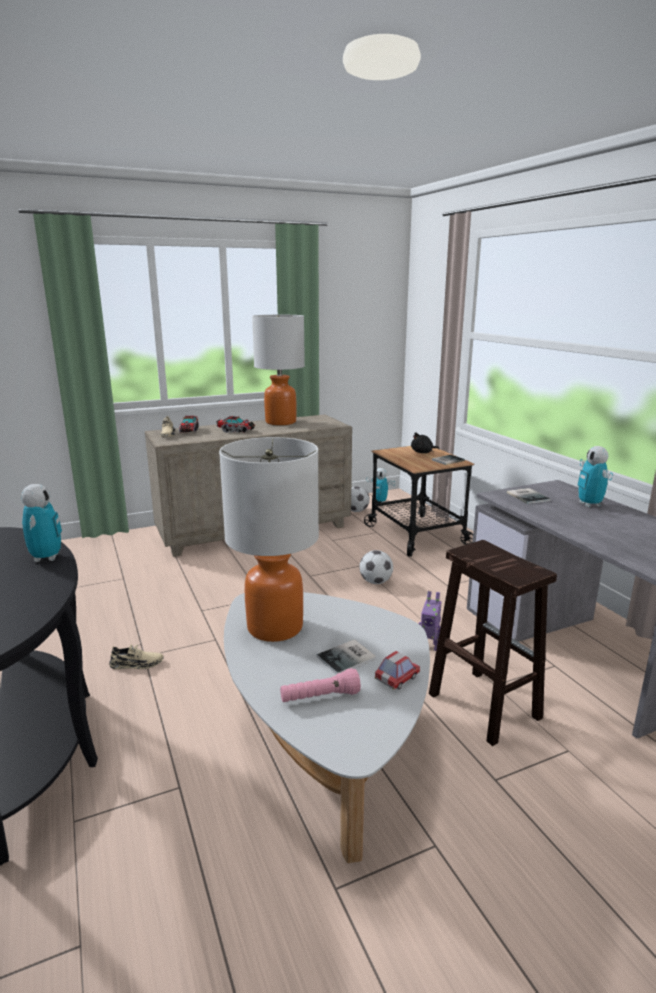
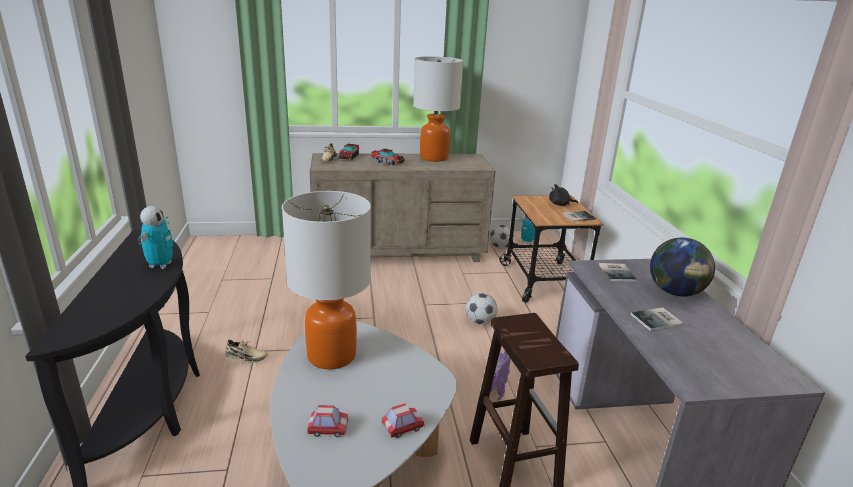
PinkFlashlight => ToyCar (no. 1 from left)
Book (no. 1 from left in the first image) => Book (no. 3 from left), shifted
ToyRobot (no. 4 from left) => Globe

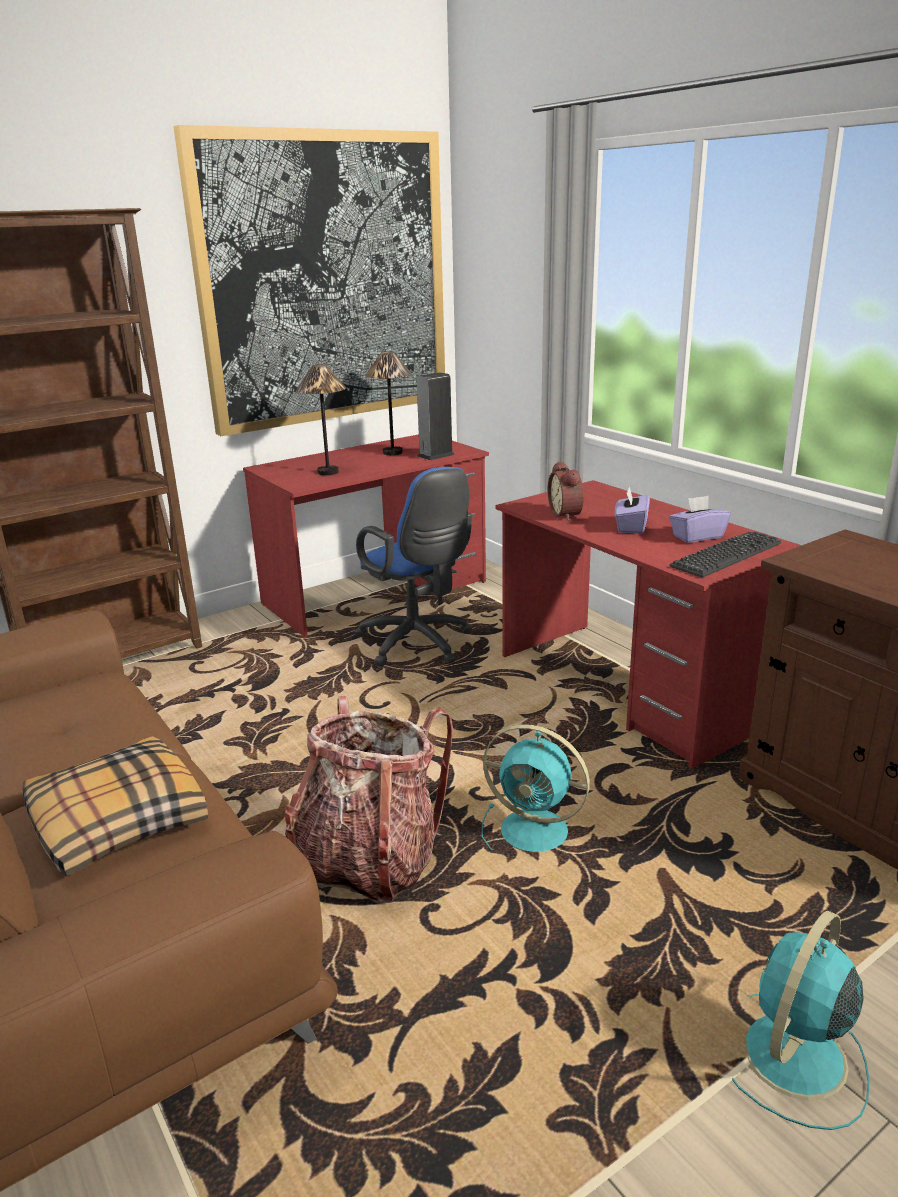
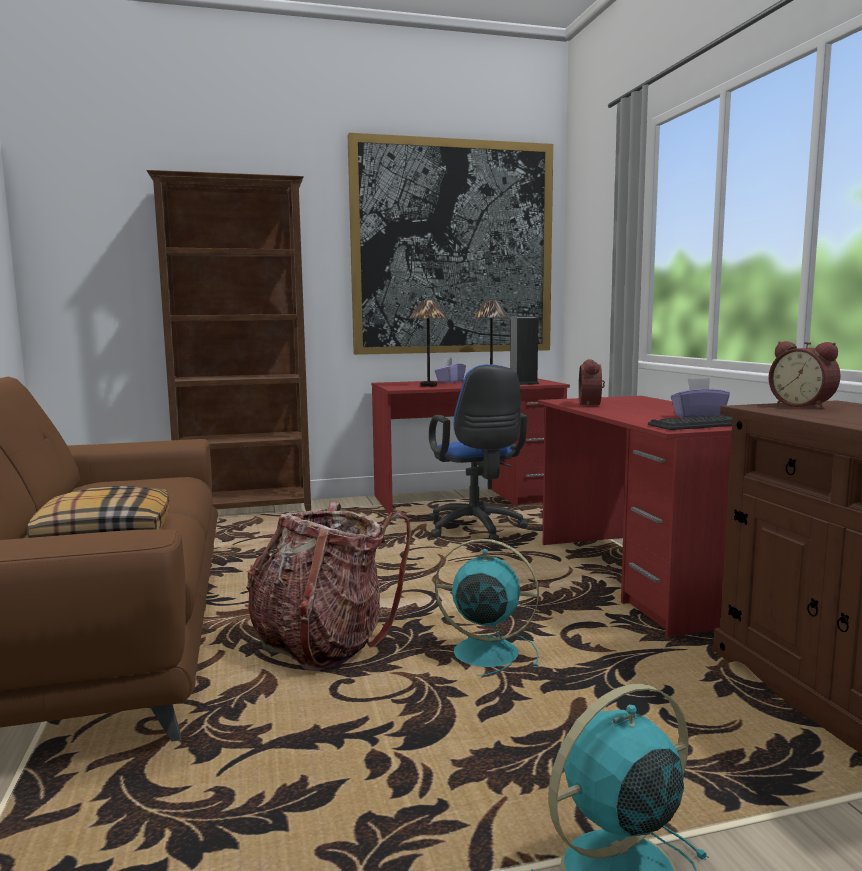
TurquoiseFan (no. 1 from left), 150 degrees clockwise
PurpleTissueBox (no. 1 from left), shifted
nothing => AlarmClock (no. 2 from left)

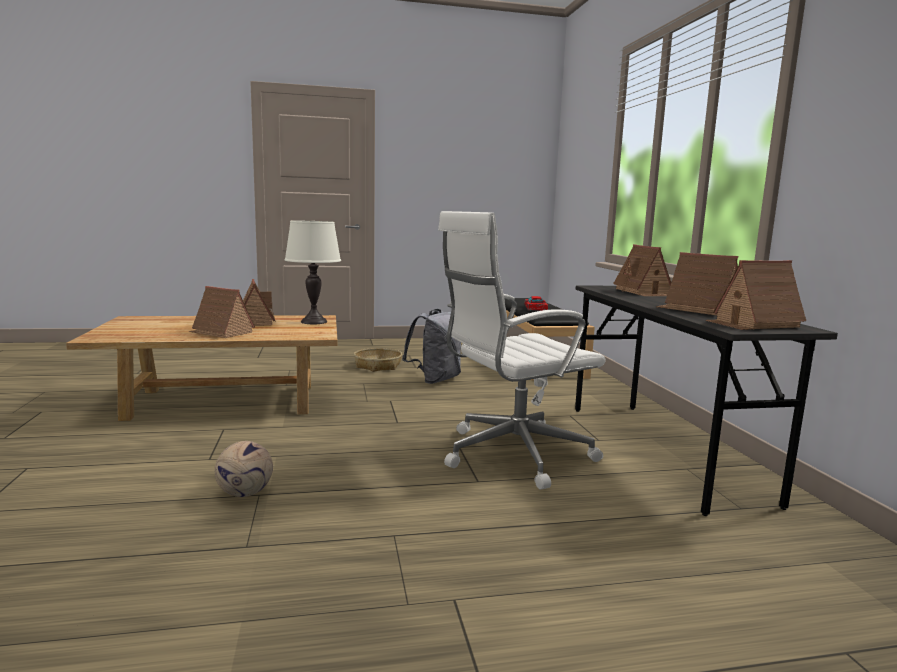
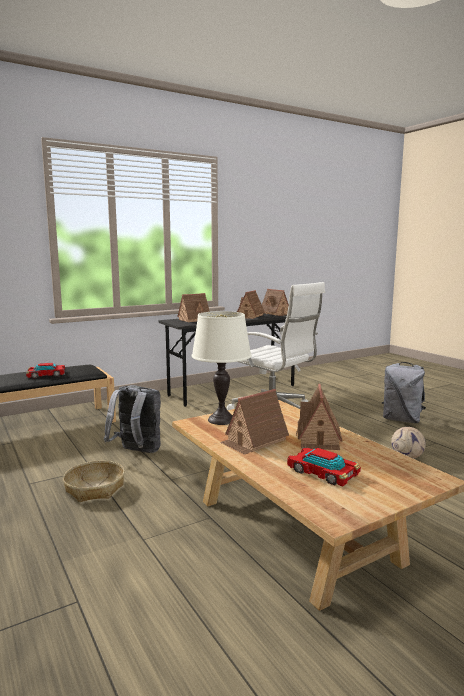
nothing => ToyCar (no. 2 from left)
nothing => GreyBackpack (no. 2 from left)

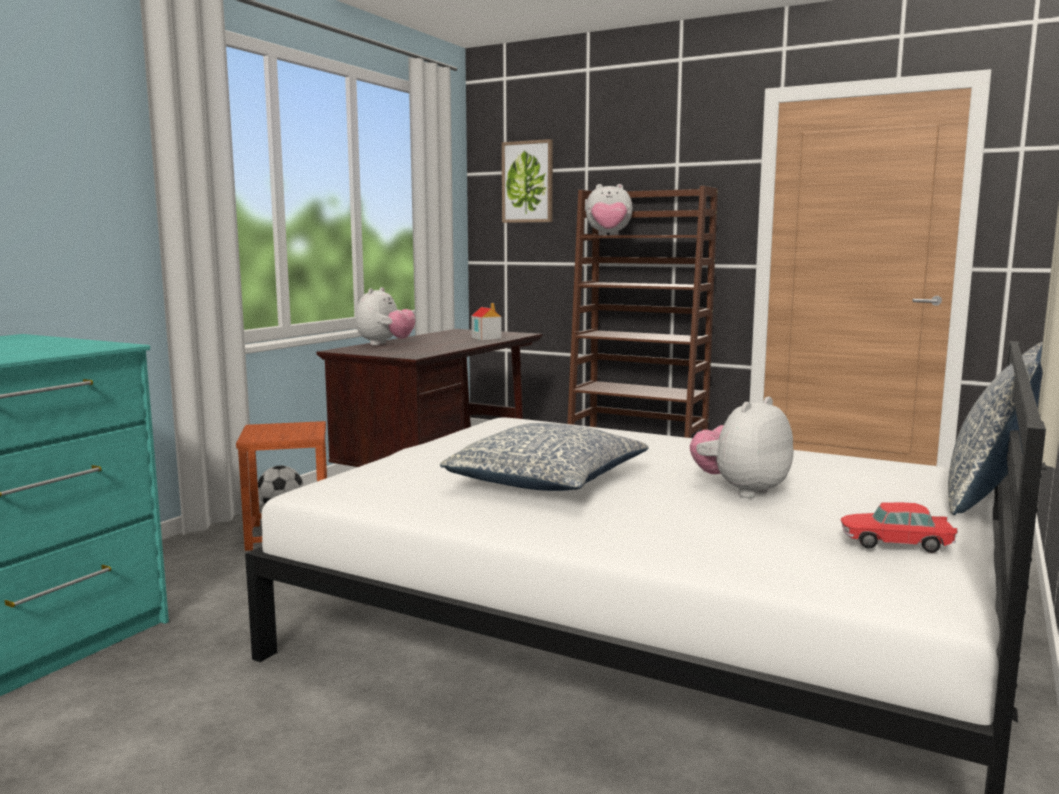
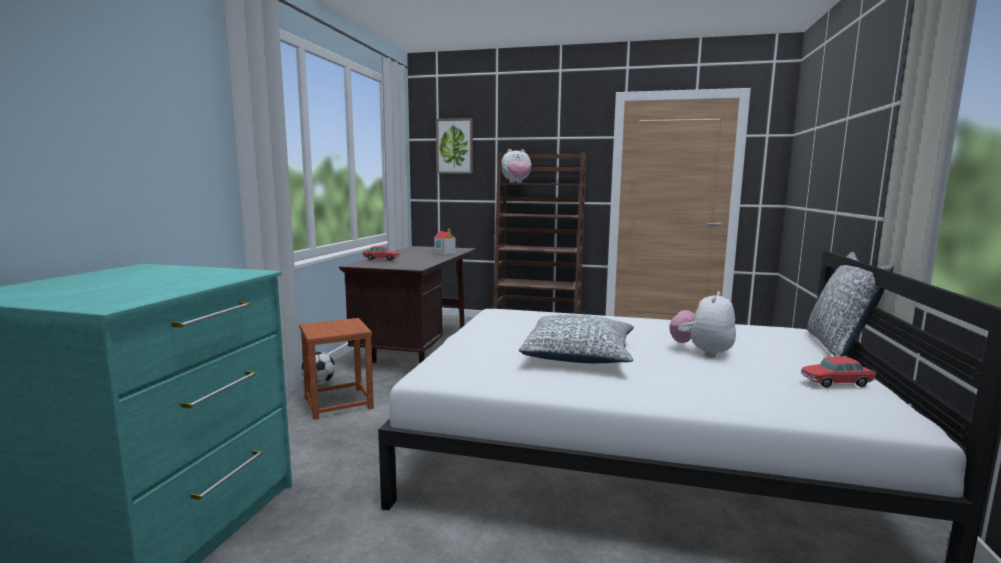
PlushToy (no. 1 from left) => ToyCar (no. 1 from left)

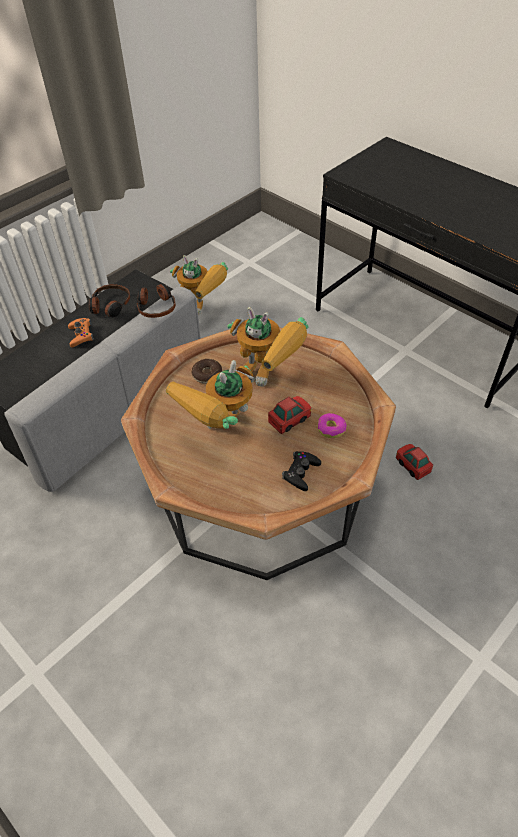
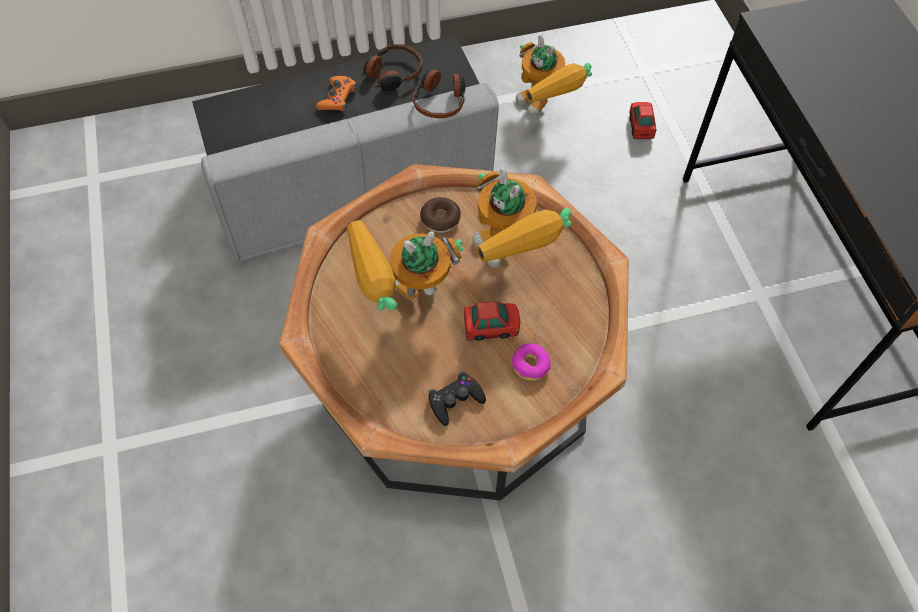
ToyCar (no. 2 from left), shifted

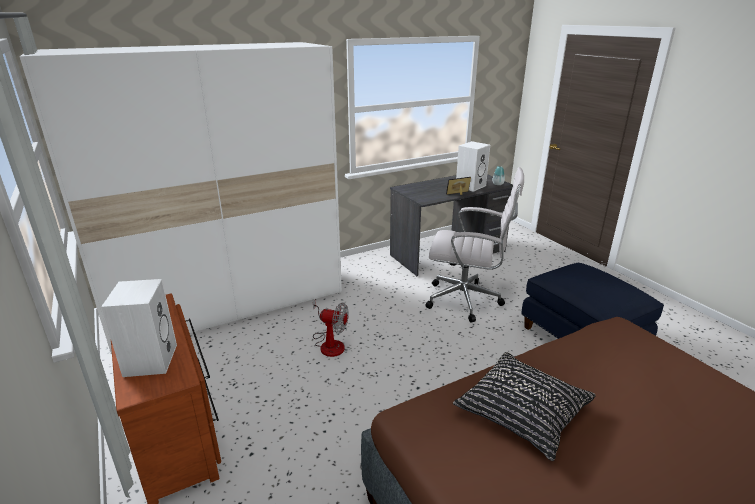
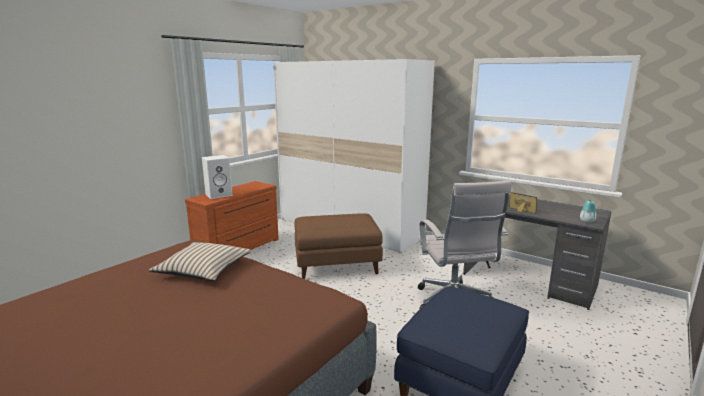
Fan => BrownOttoman
BlackPillow => BeigePillow
WhiteSpeaker (no. 2 from left) => nothing

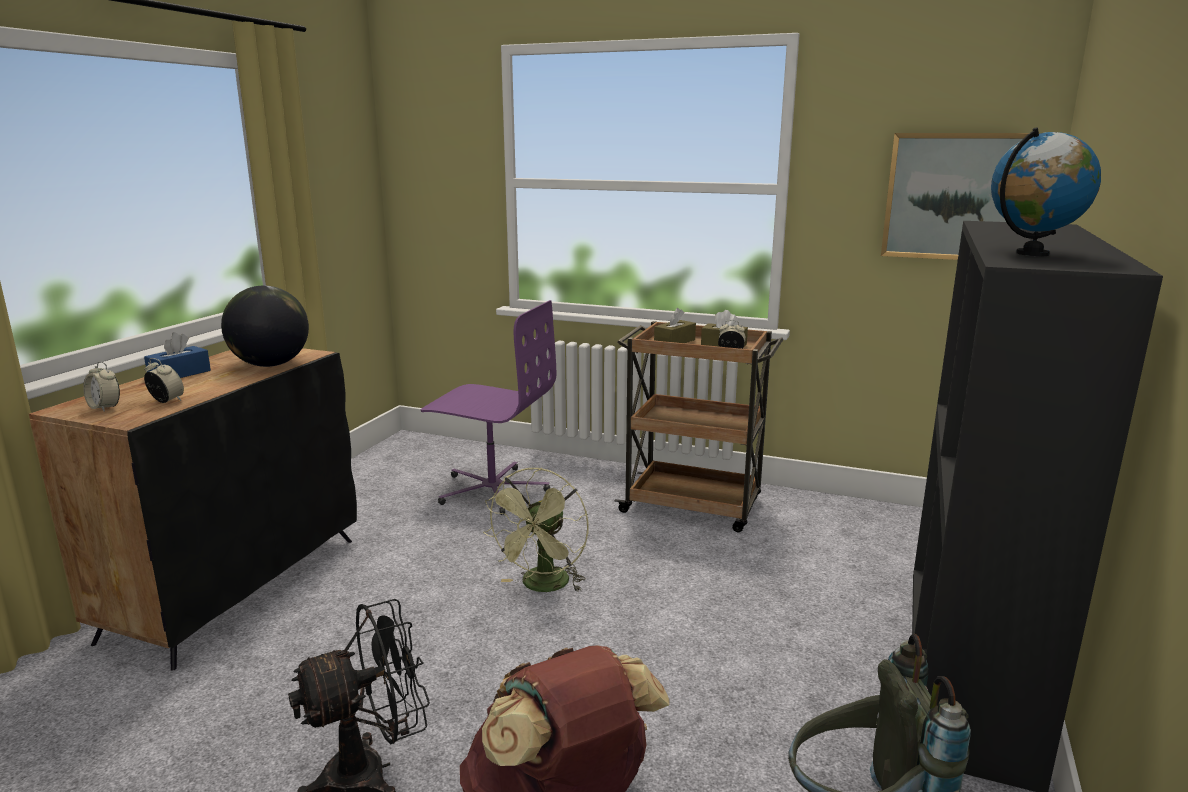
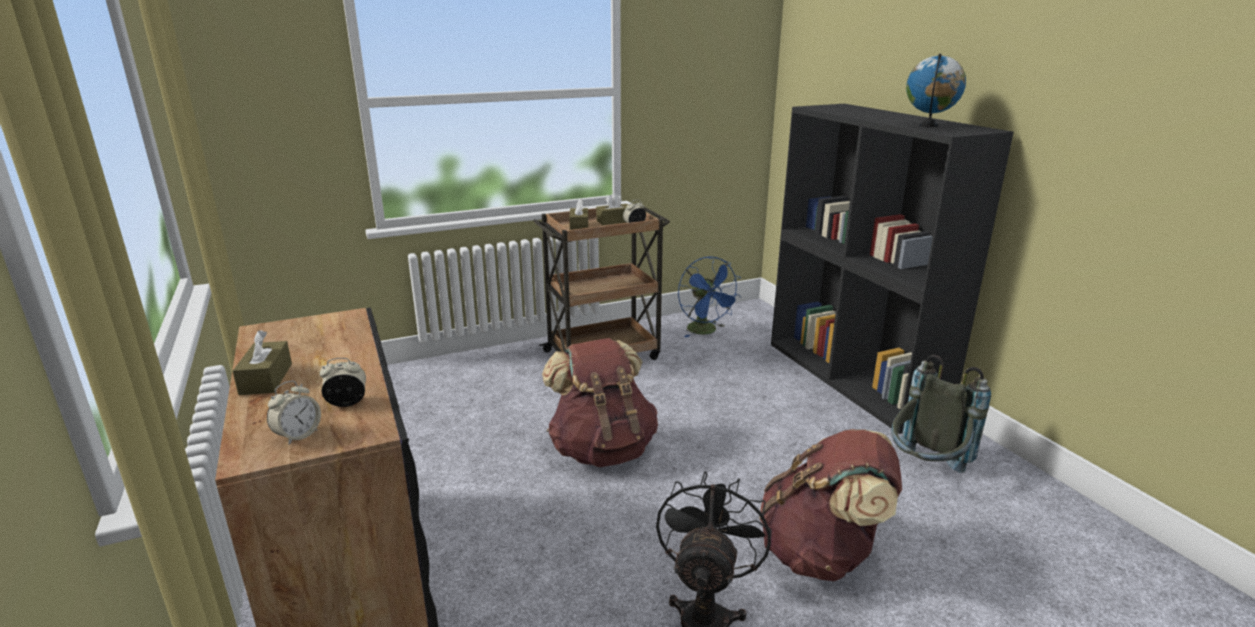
AlarmClock (no. 1 from left), 45 degrees counterclockwise
BlueTissueBox => BrownTissueBox (no. 1 from left)
Globe (no. 1 from left) => nothing
PurpleOfficeChair => nothing
GreenFan => BrownBackpack (no. 1 from left)
Picture => nothing
nothing => BlueFan

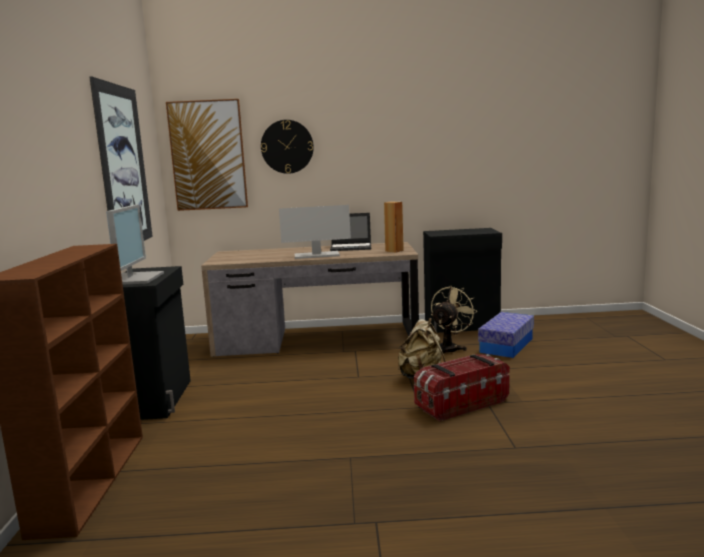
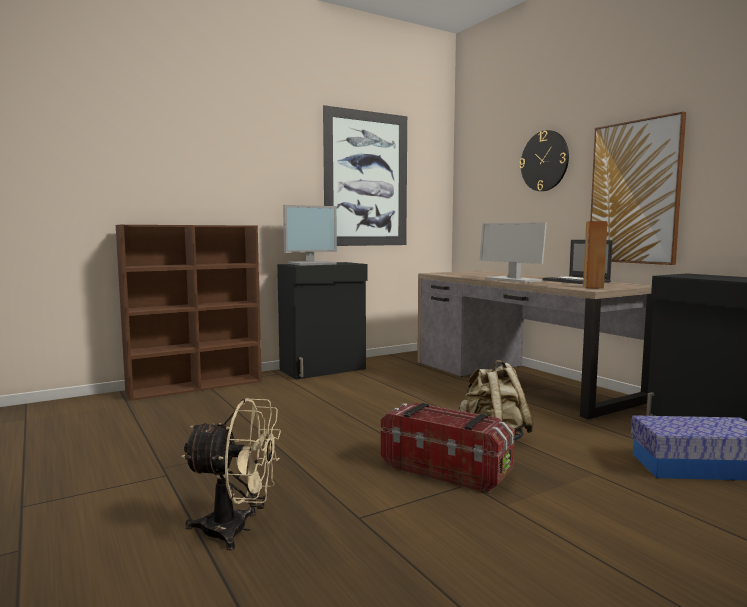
Picture (no. 2 from left), shifted
BeigeFan, shifted

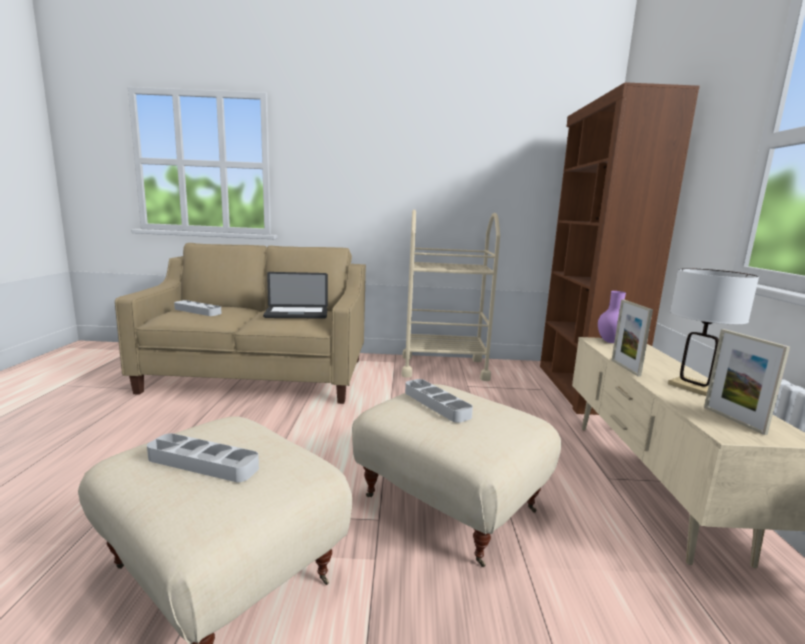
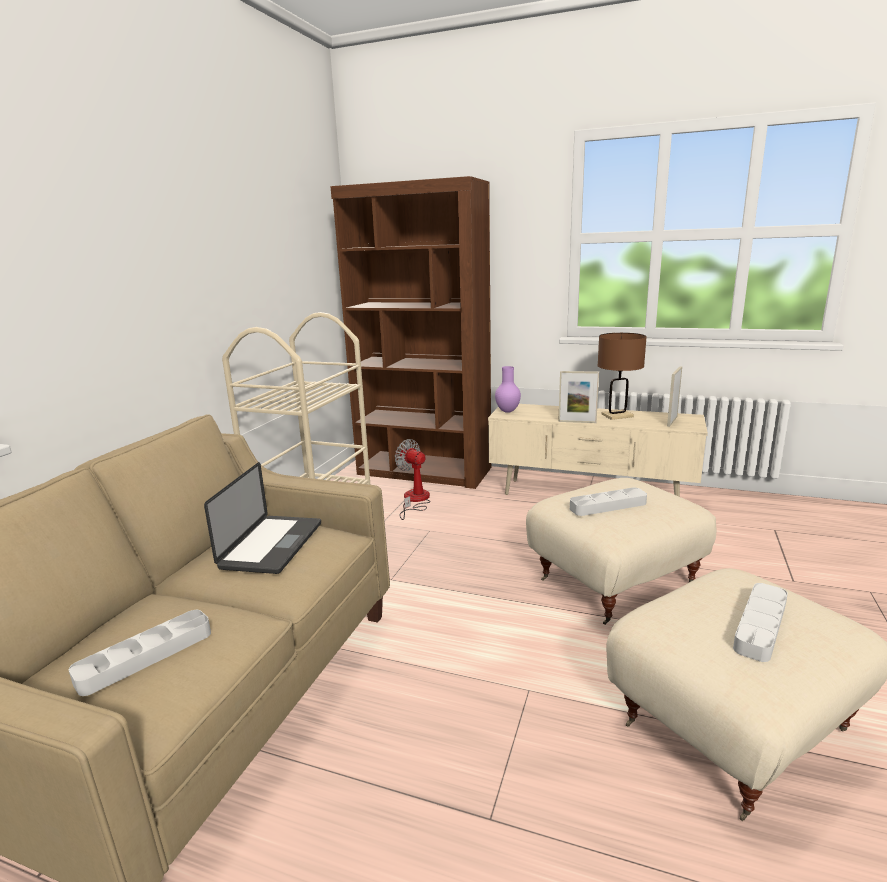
WhiteTableLamp => BrownTableLamp
PictureFrame (no. 2 from left), 120 degrees clockwise
nothing => Fan

